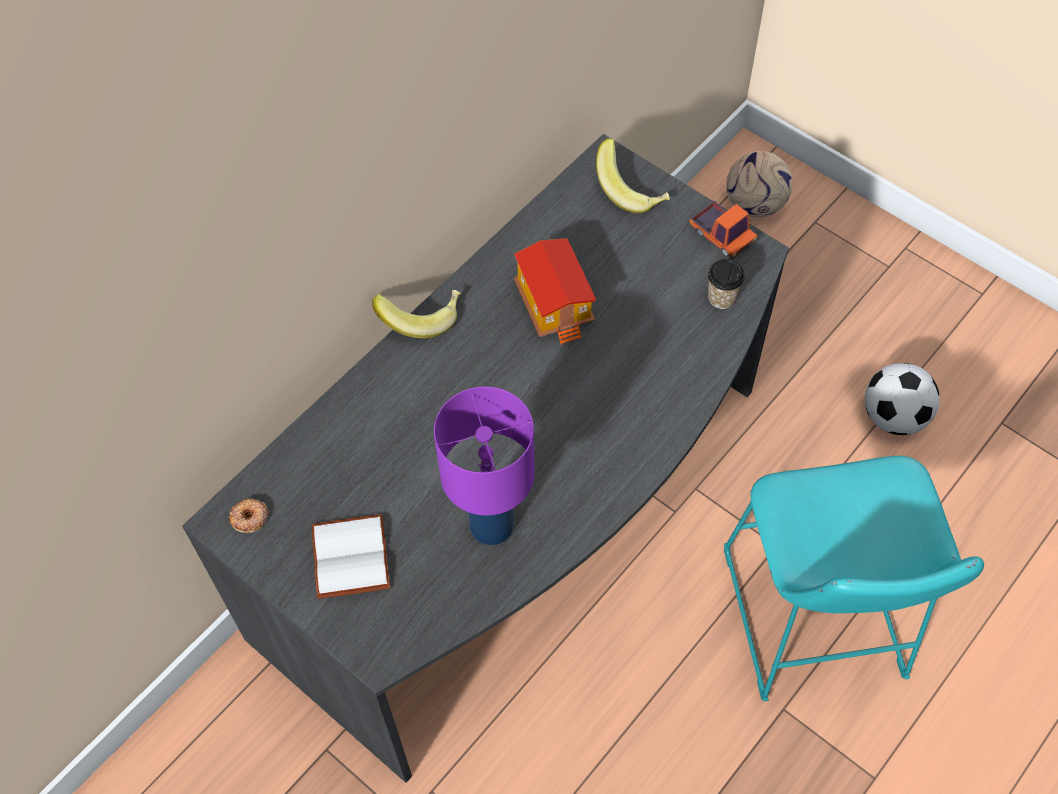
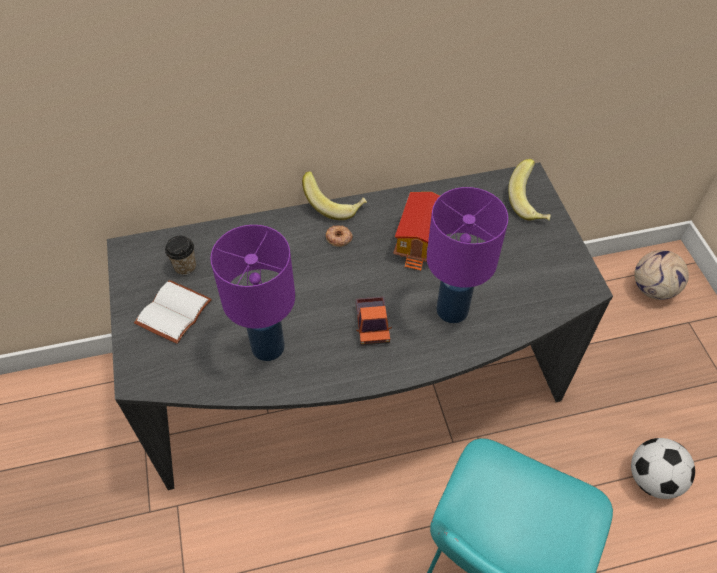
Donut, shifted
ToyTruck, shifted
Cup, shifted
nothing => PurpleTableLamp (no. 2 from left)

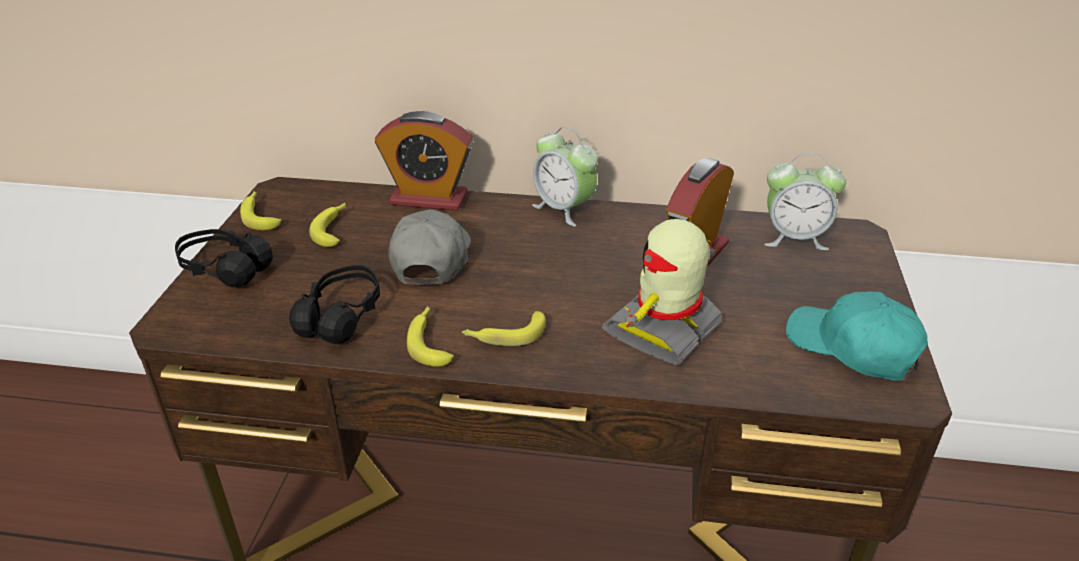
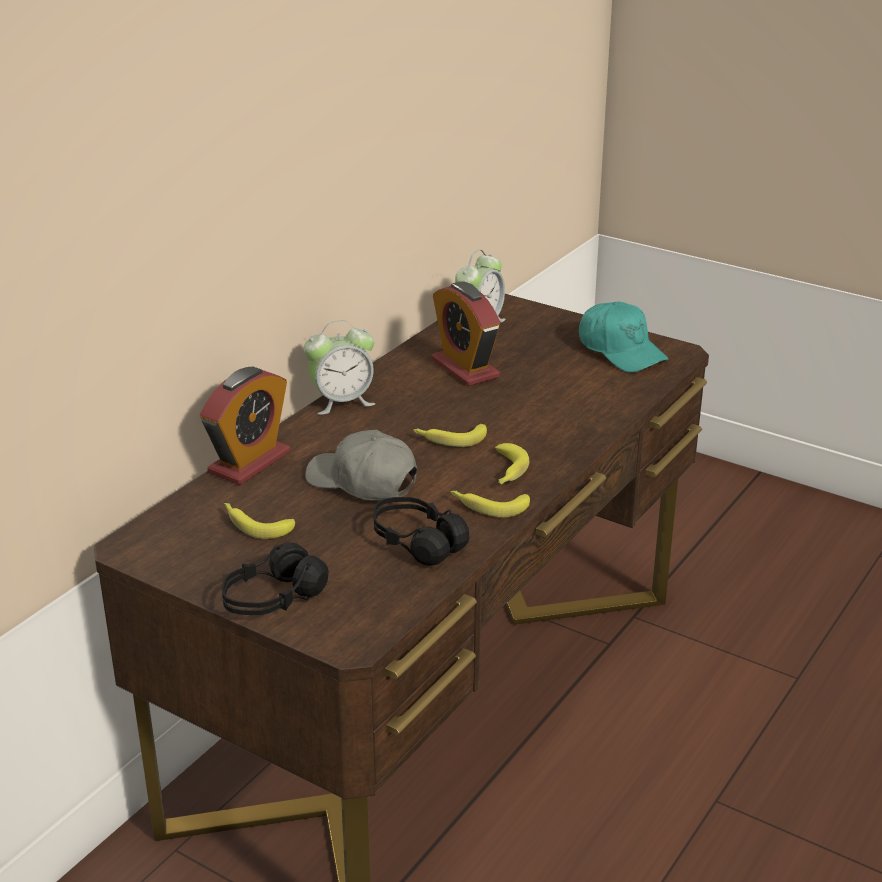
Banana (no. 1 from left in the first image) => Banana (no. 2 from left), shifted
ToyRobot => nothing
TurquoiseCap, 105 degrees counterclockwise

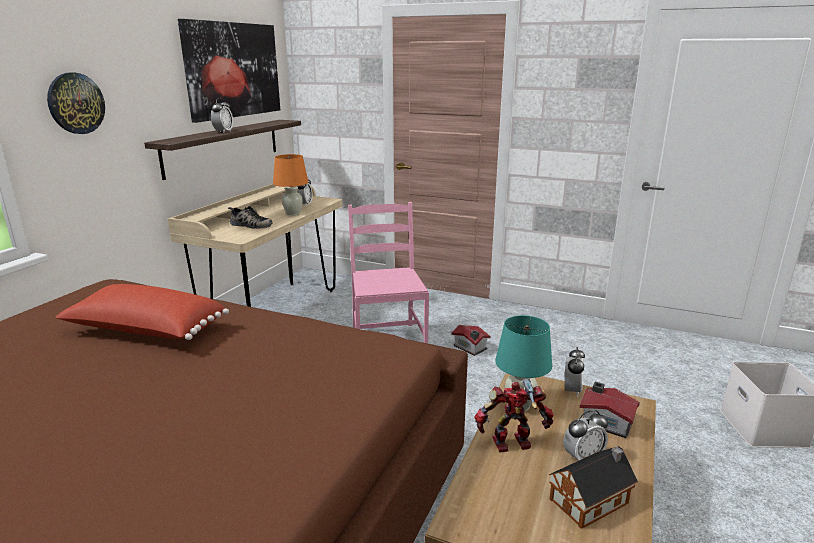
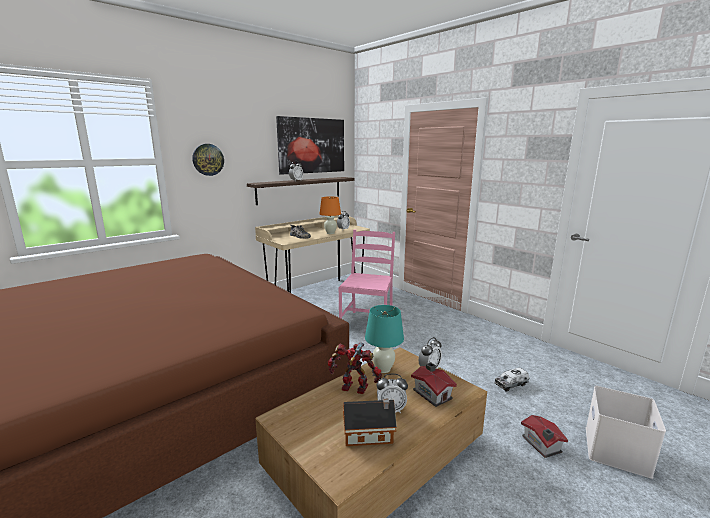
RedPillow => nothing
ToyHouse (no. 1 from left in the first image) => ToyHouse (no. 3 from left), shifted
nothing => ToyTruck

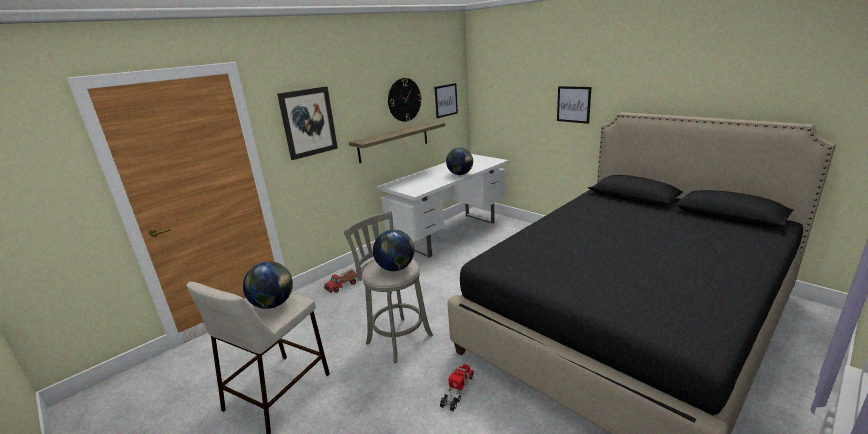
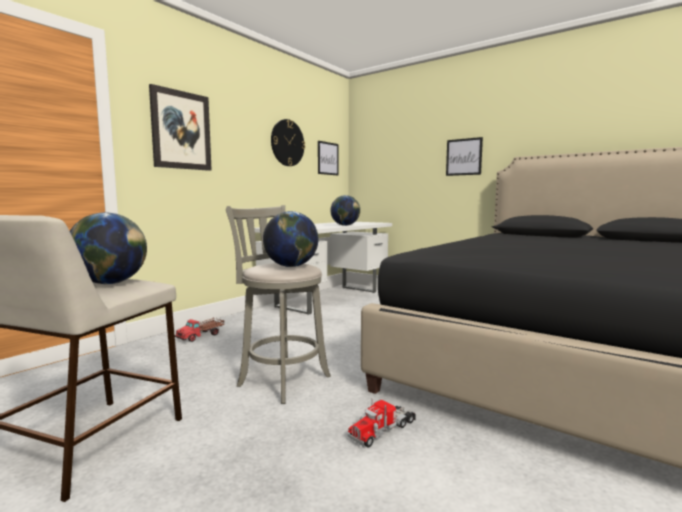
Shelf => nothing
ToyTruck (no. 2 from left), 150 degrees counterclockwise

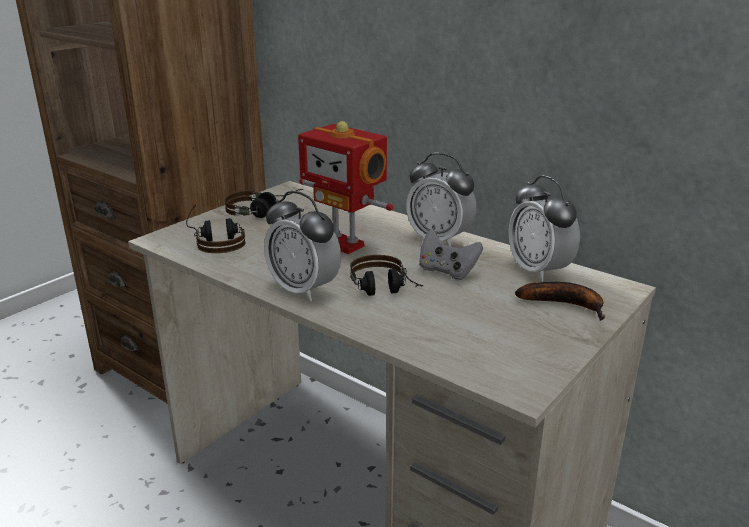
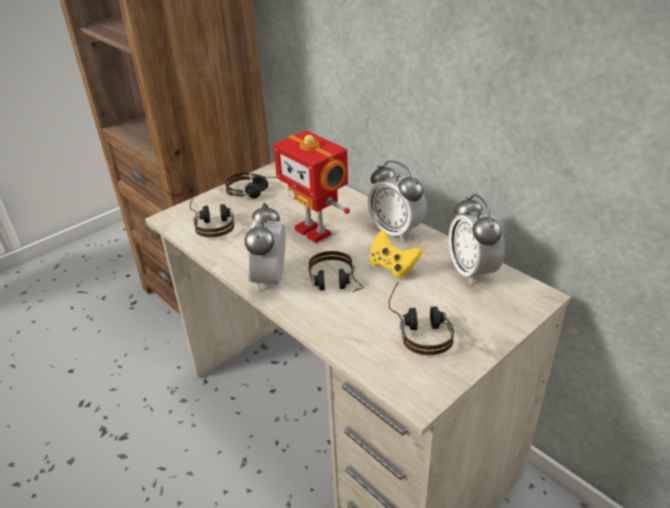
AlarmClock (no. 1 from left), 45 degrees clockwise
GreyGameController => YellowGameController
Banana => nothing
nothing => Headphones (no. 4 from left)

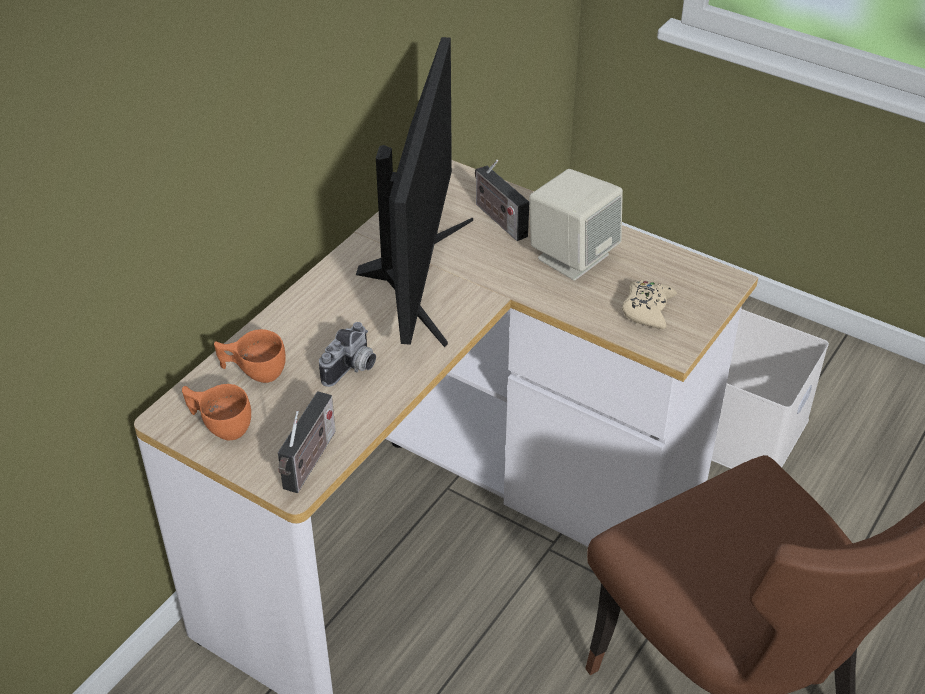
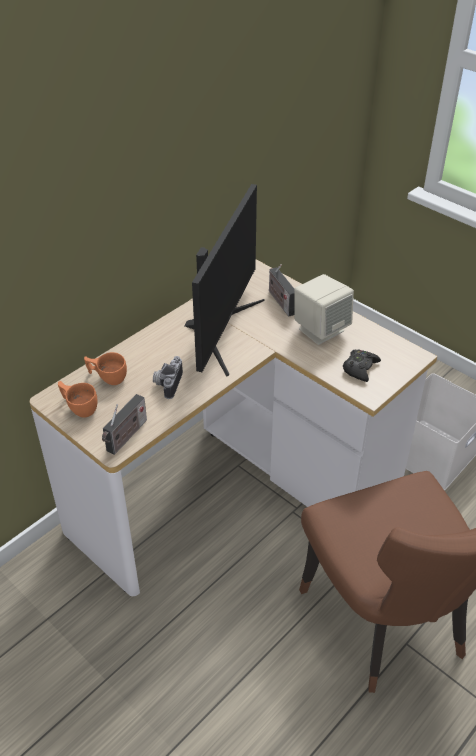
PhotoCamera, 150 degrees clockwise
BeigeGameController => BlackGameController

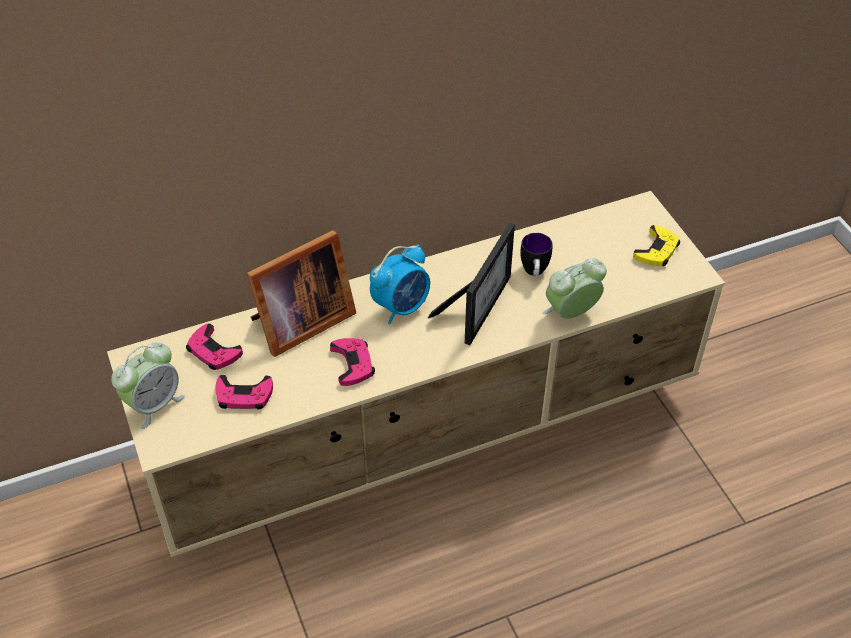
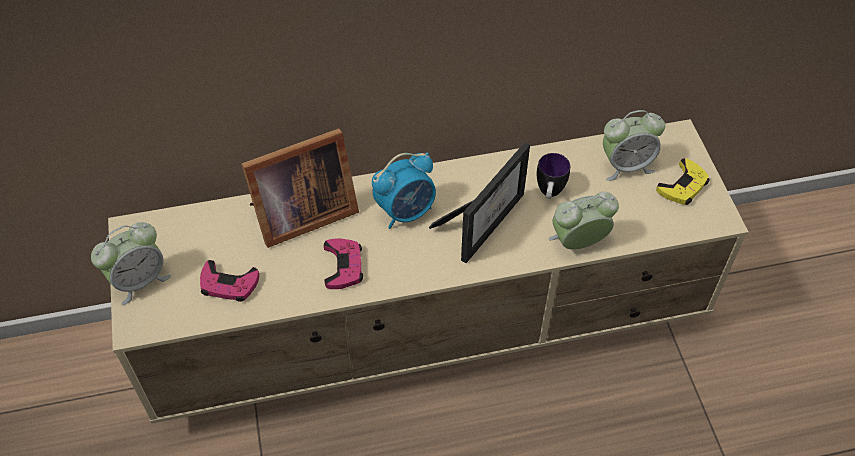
PinkGameController (no. 1 from left) => nothing
nothing => AlarmClock (no. 4 from left)

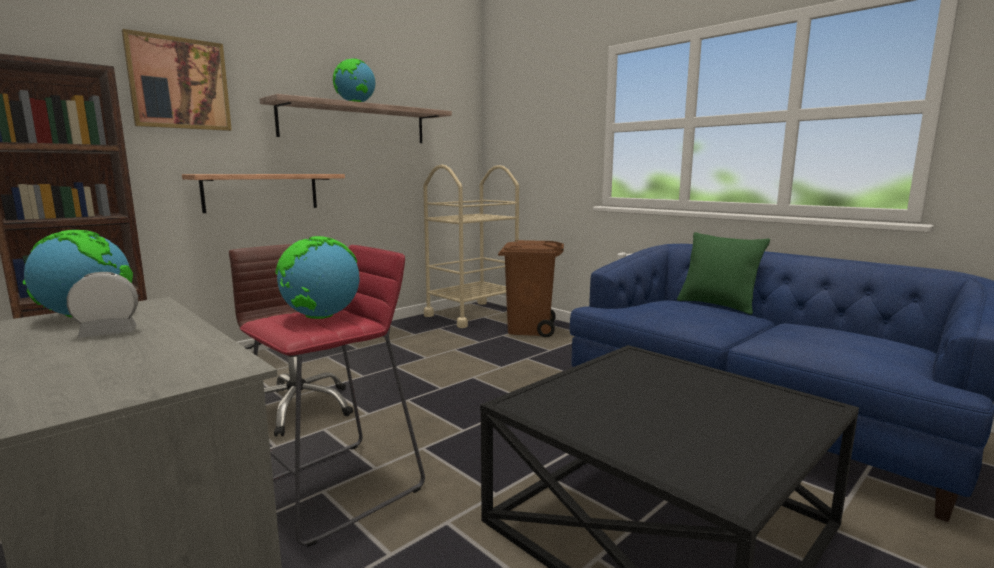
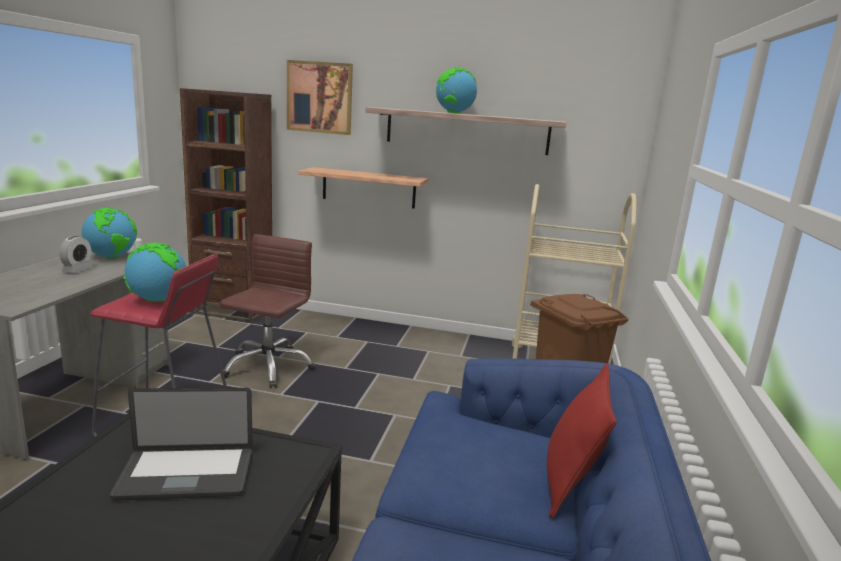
AlarmClock, 75 degrees clockwise
GreenPillow => RedPillow
nothing => Laptop

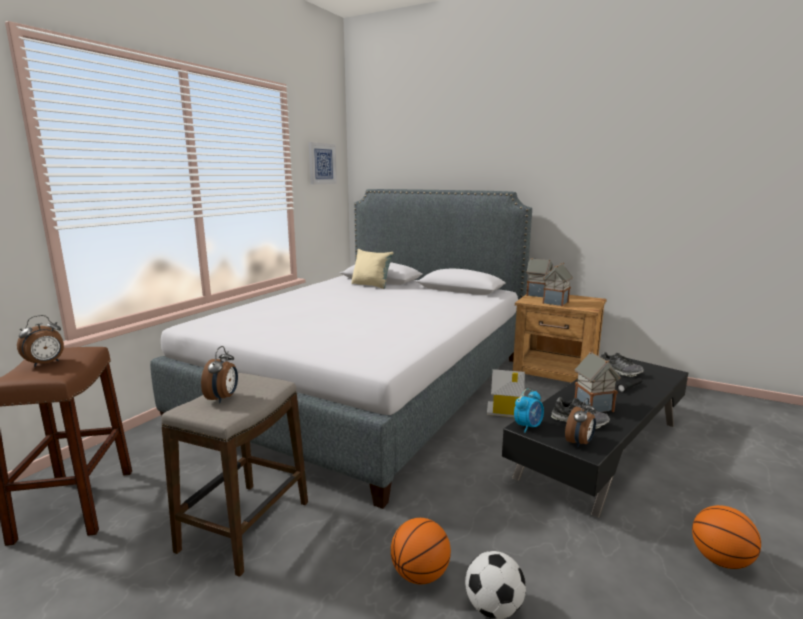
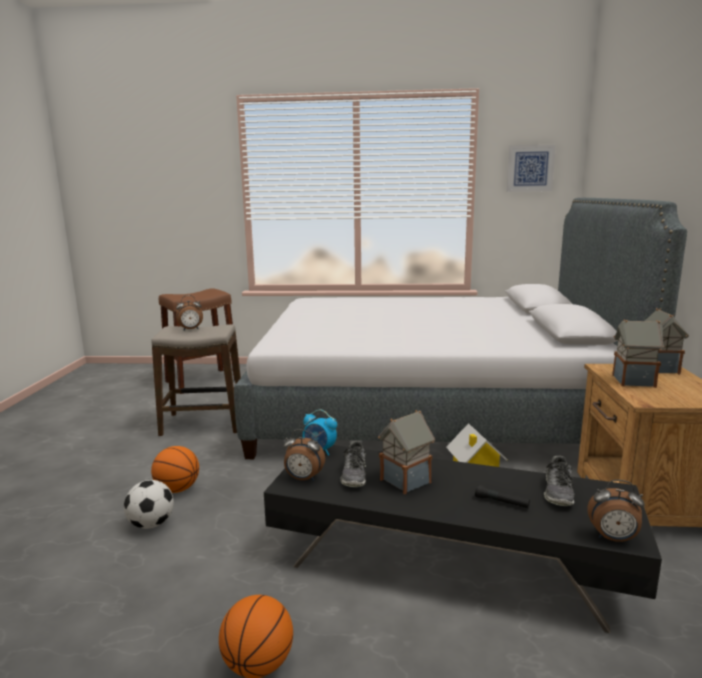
AlarmClock (no. 1 from left in the first image) => AlarmClock (no. 4 from left), shifted
BeigePillow => nothing

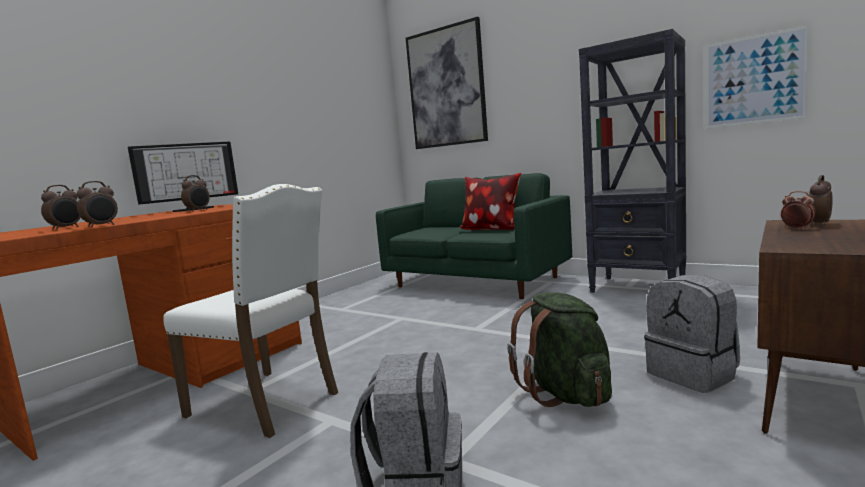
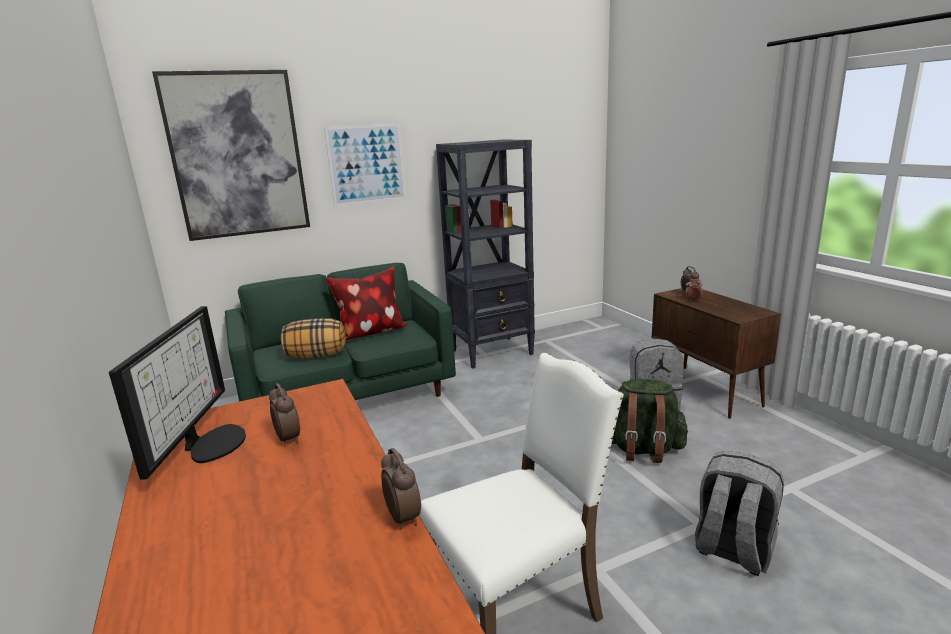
AlarmClock (no. 1 from left) => nothing
Picture (no. 2 from left), shifted
nothing => Pillow (no. 1 from left)

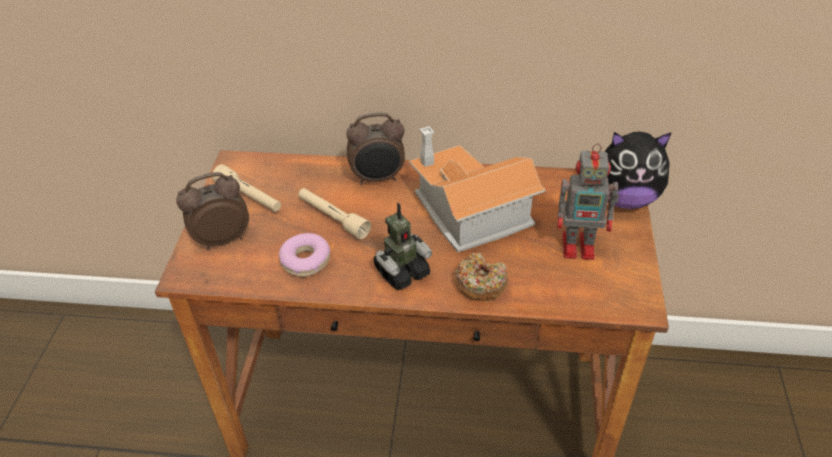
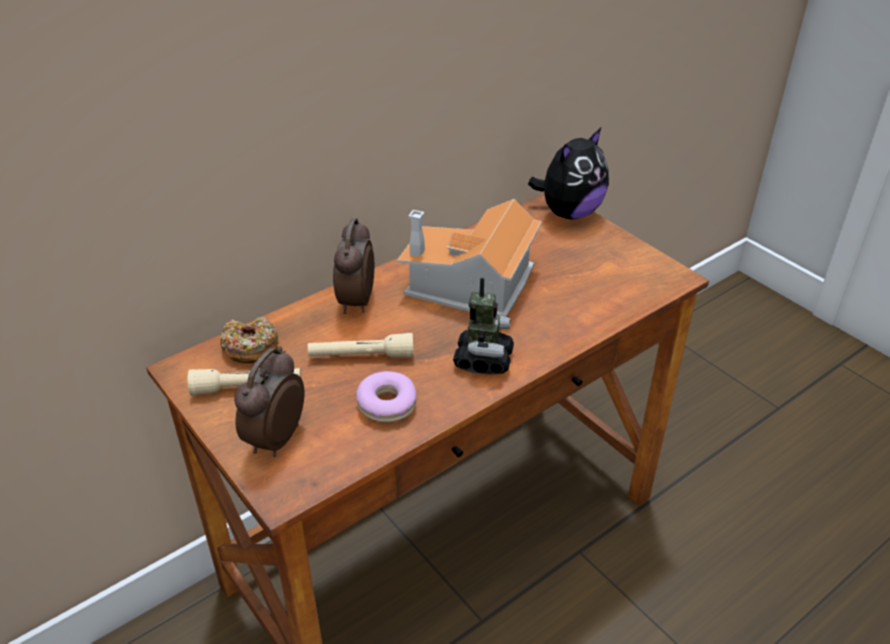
AlarmClock (no. 2 from left), 150 degrees clockwise
Donut (no. 2 from left in the first image) => Donut (no. 1 from left), shifted
ToyRobot (no. 2 from left) => nothing

